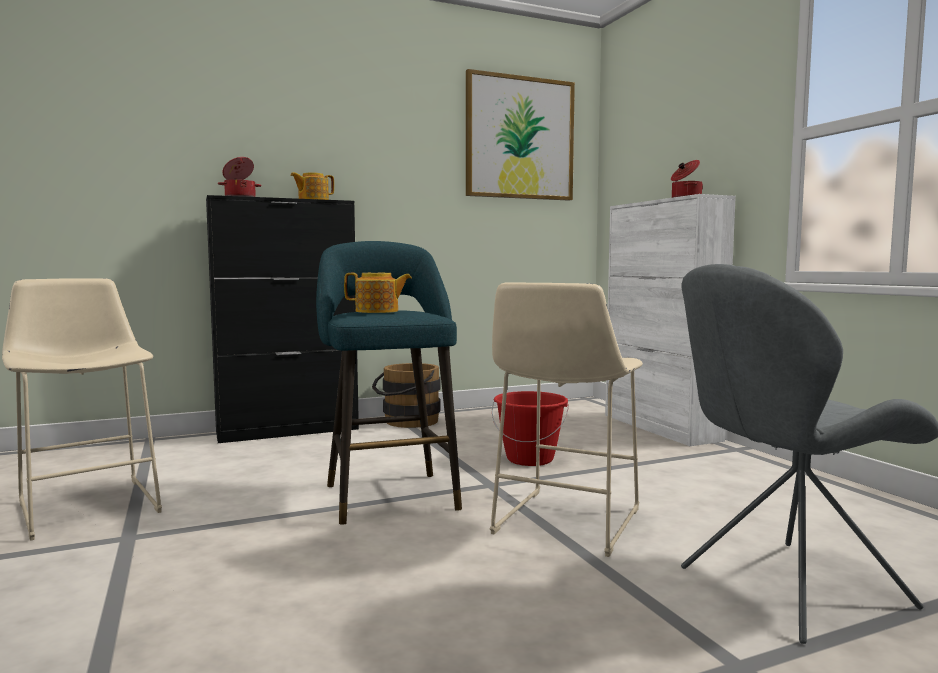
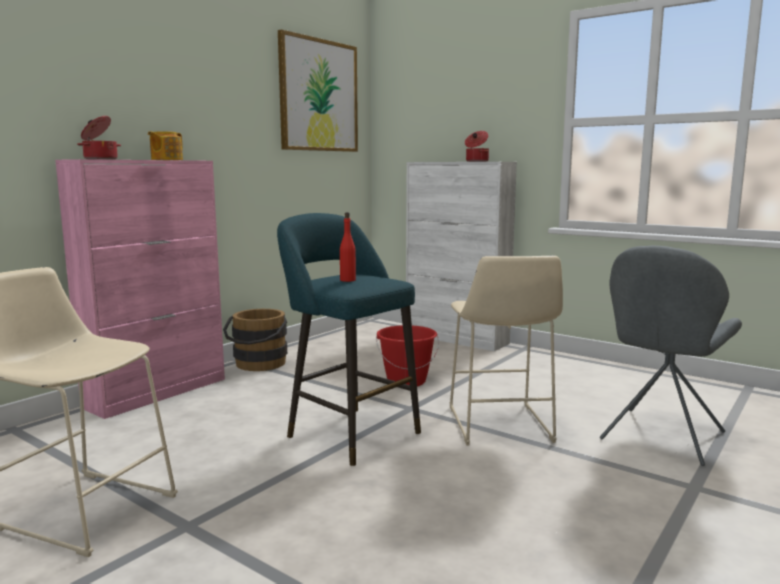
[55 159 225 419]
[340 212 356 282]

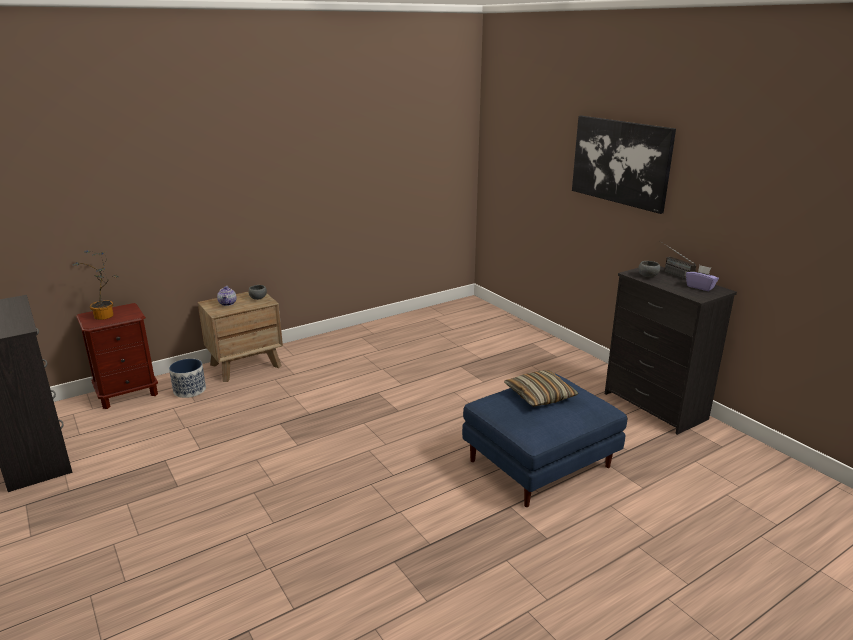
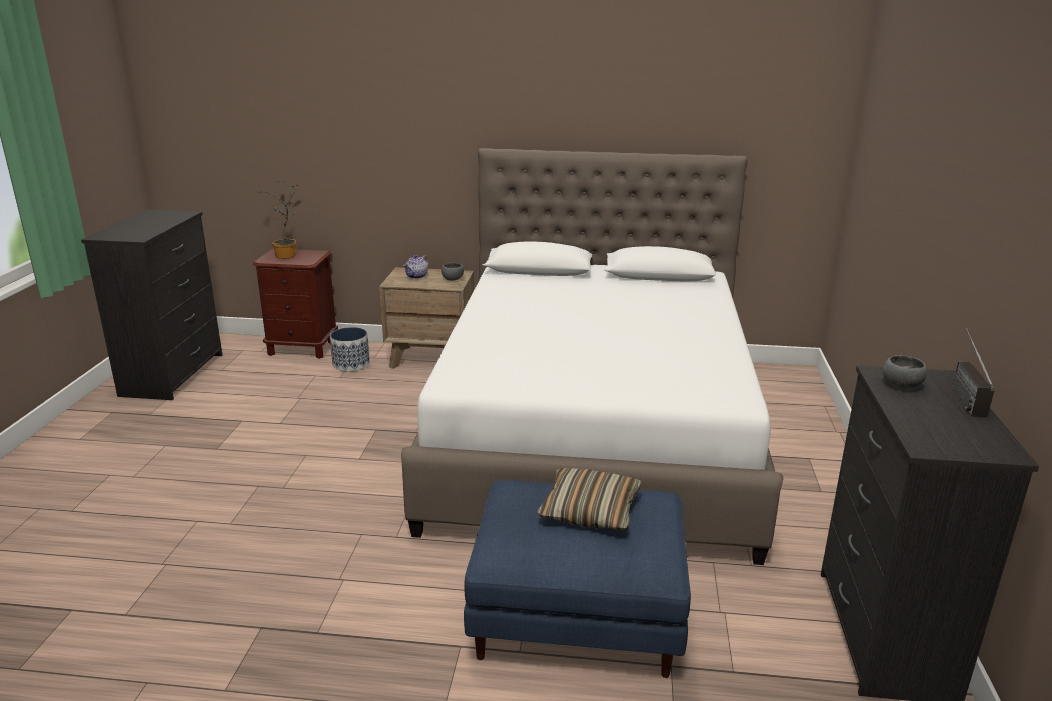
[401 148 783 565]
[572 115 676 214] (first image)
[686 265 719 291] (first image)

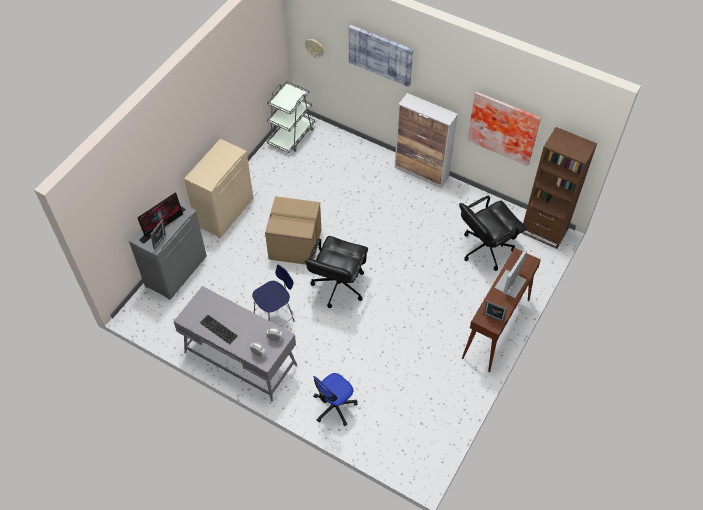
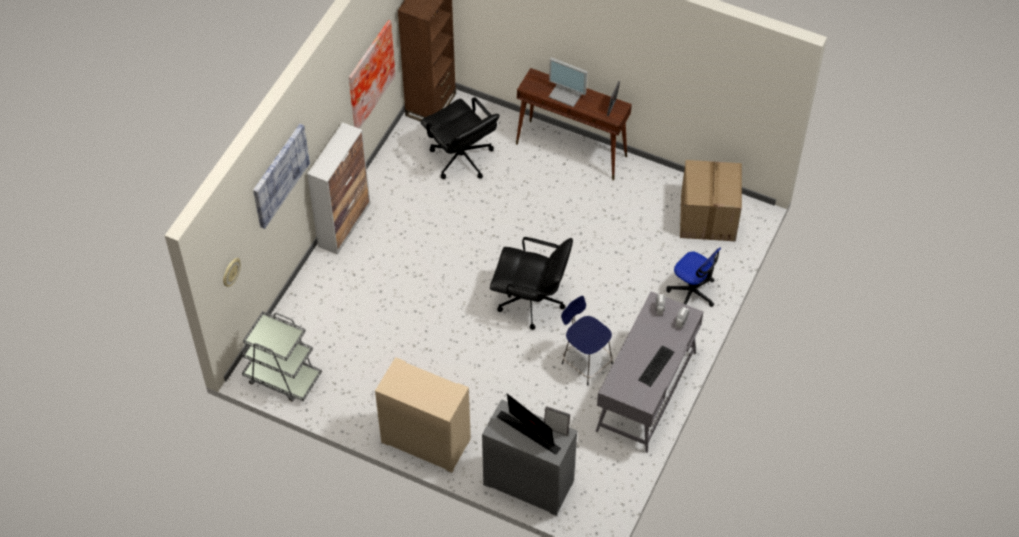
[680 160 742 241]

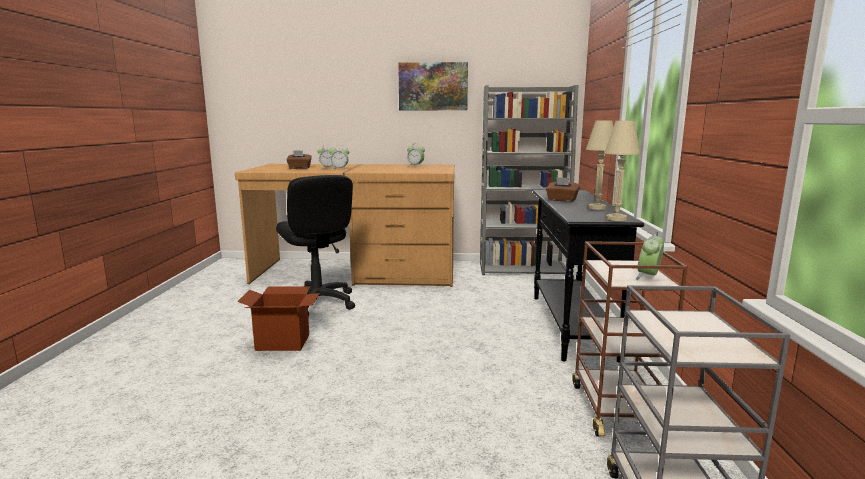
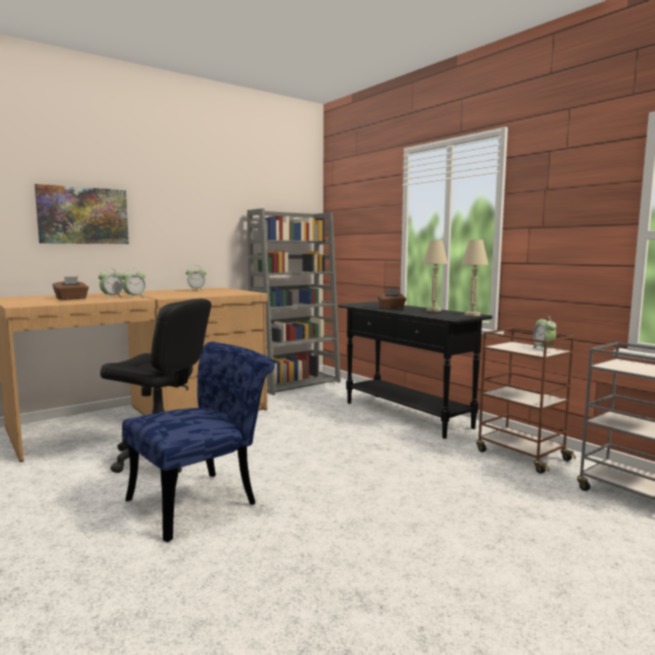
[35 184 129 244]
[122 342 275 542]

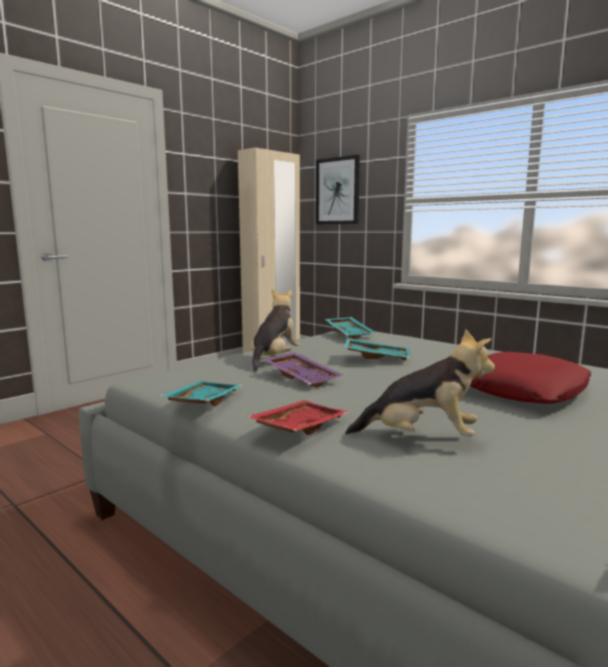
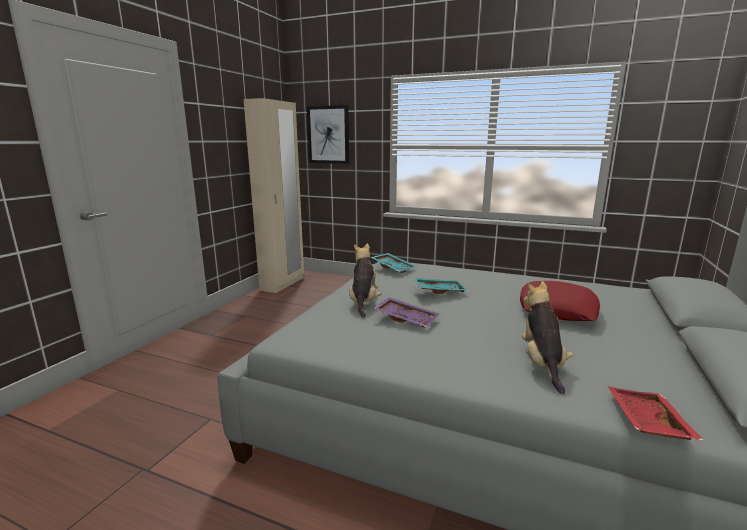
[522 281 573 394]
[608 386 703 440]
[159 380 243 406] (first image)

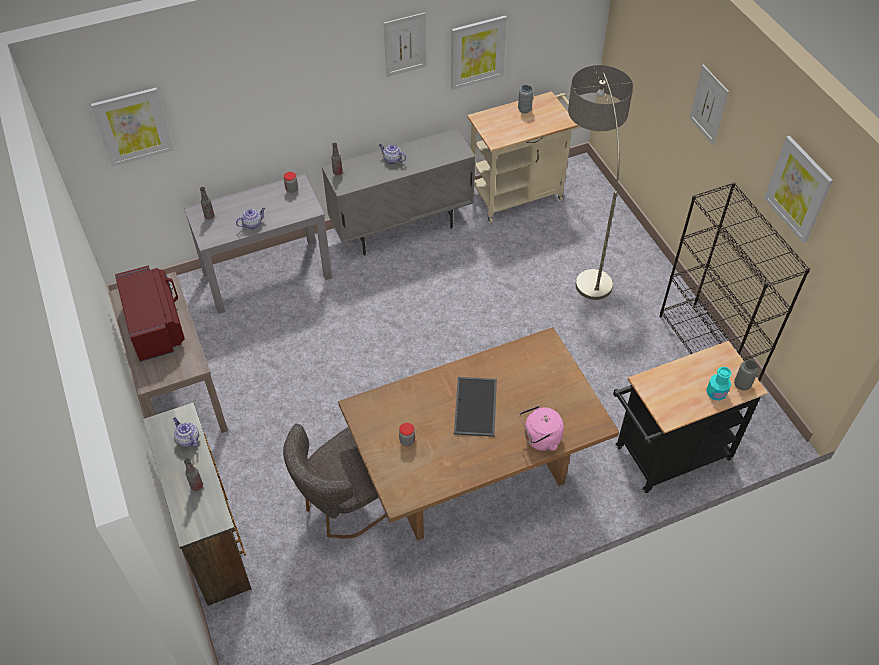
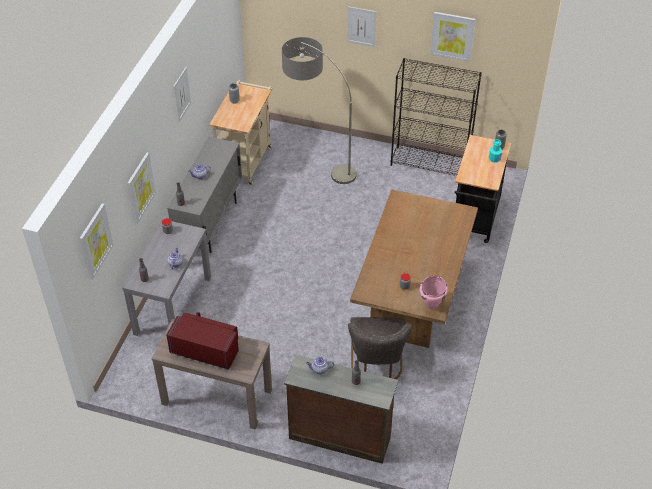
[128 153 156 224]
[419 276 448 309]
[454 377 497 437] (first image)
[519 406 564 451] (first image)

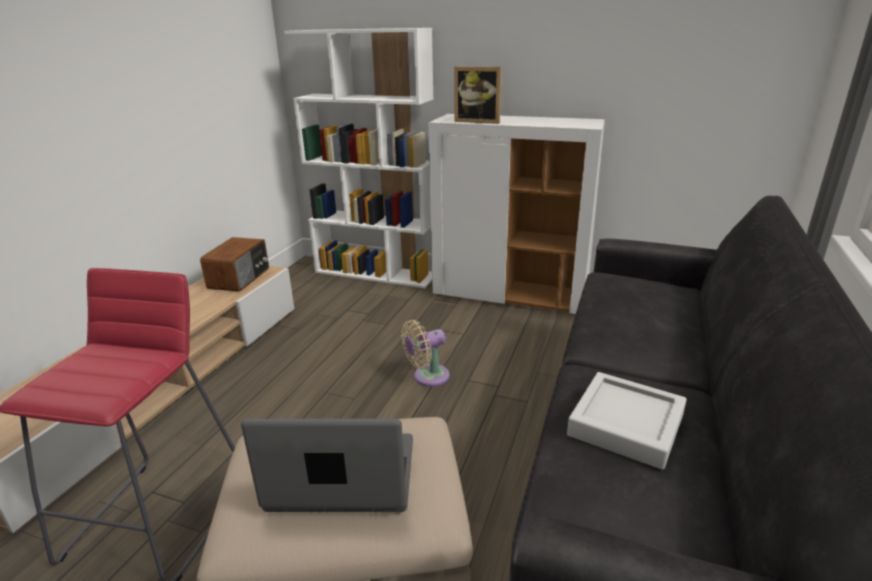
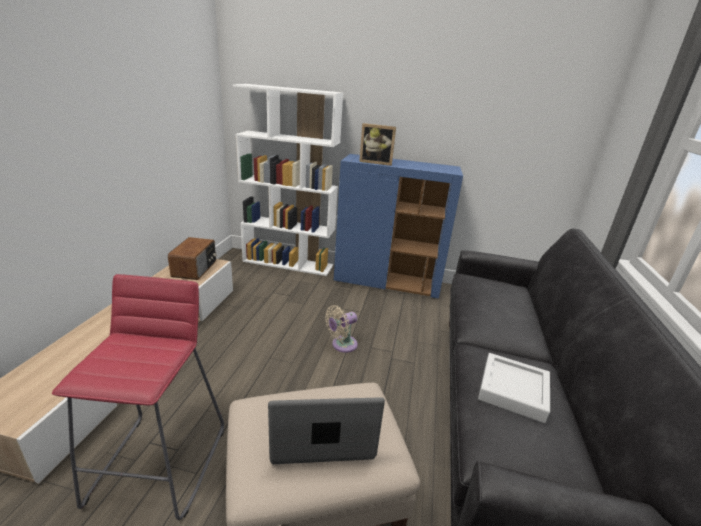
[334 154 463 299]

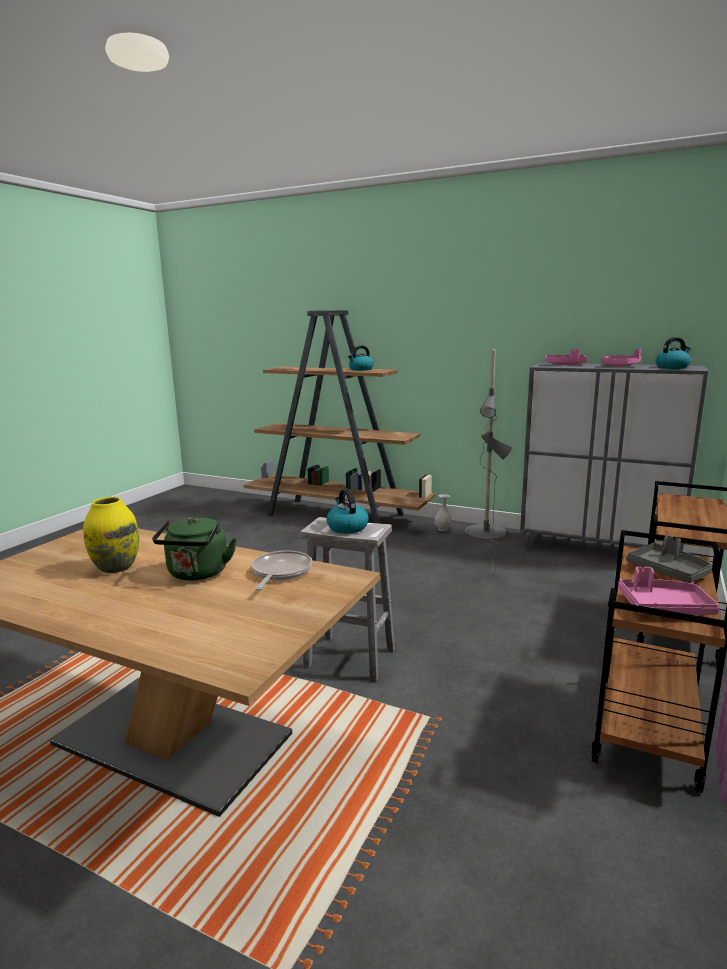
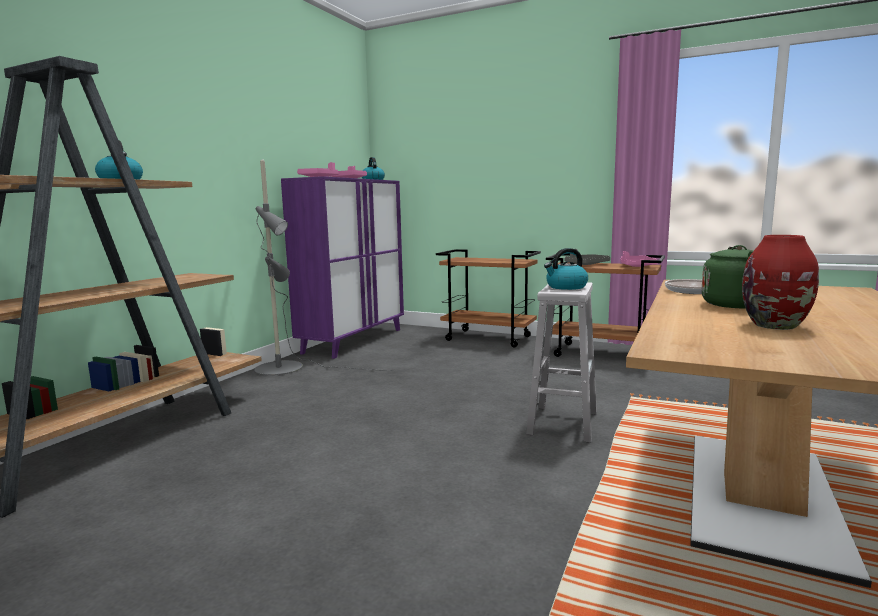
[281 176 404 359]
[742 235 819 330]
[434 494 453 531] (first image)

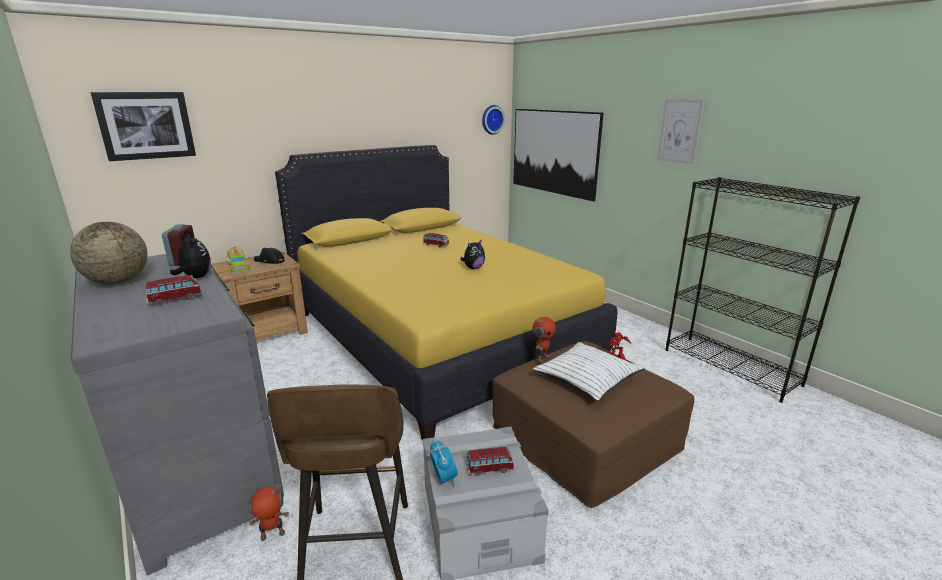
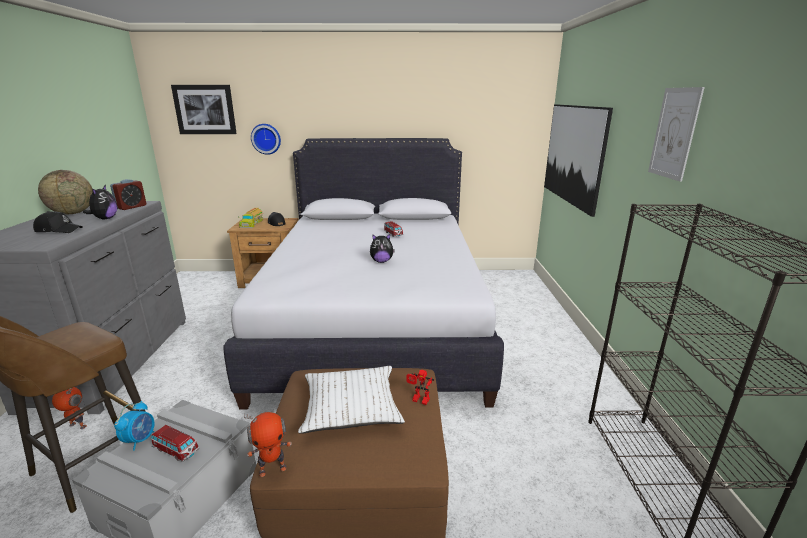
[33 211 83 233]
[223 138 504 409]
[244 412 292 477]
[251 124 281 155]

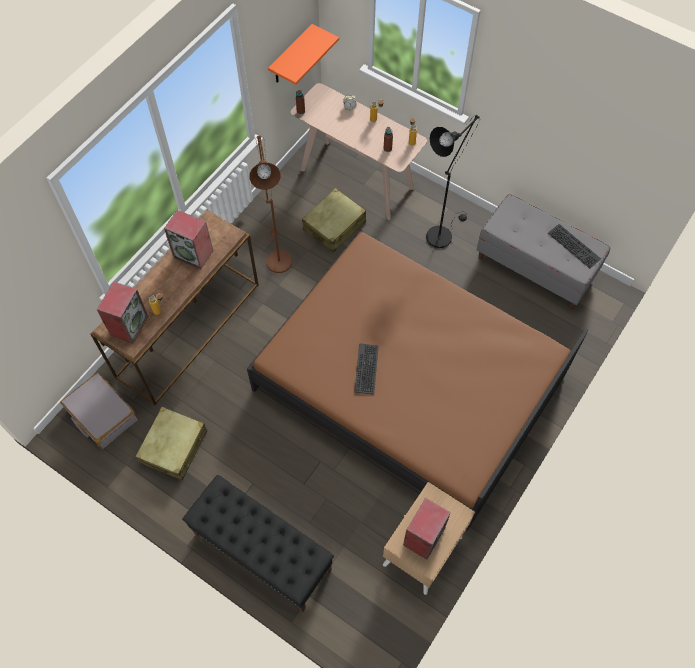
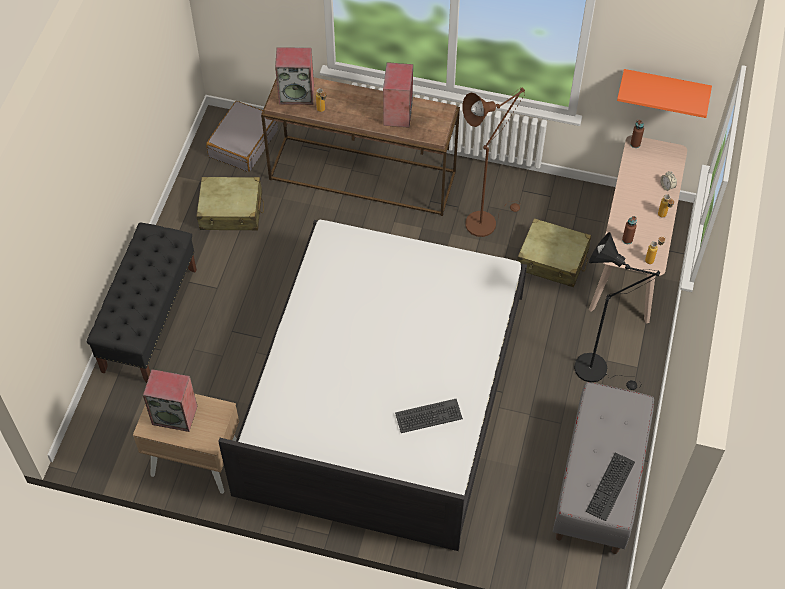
[218 220 527 551]
[395 399 463 433]

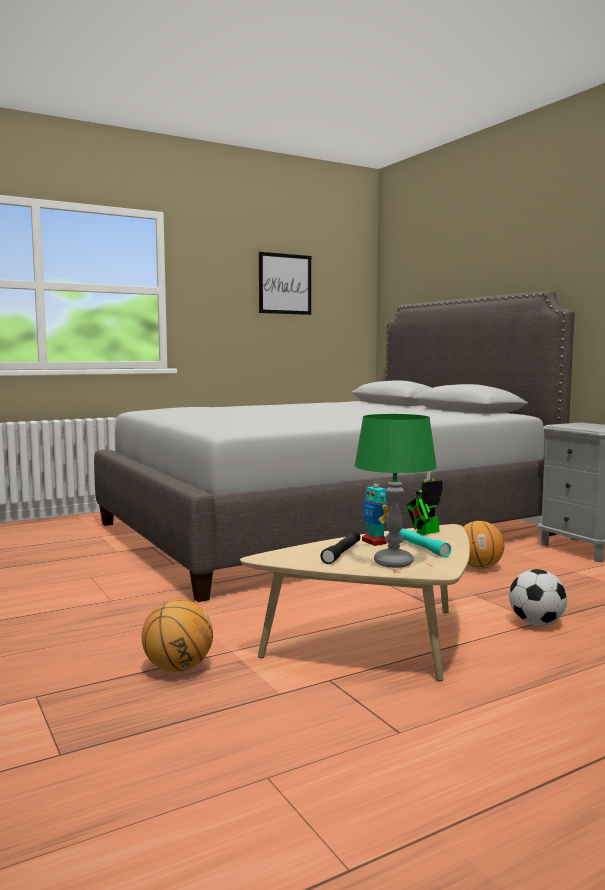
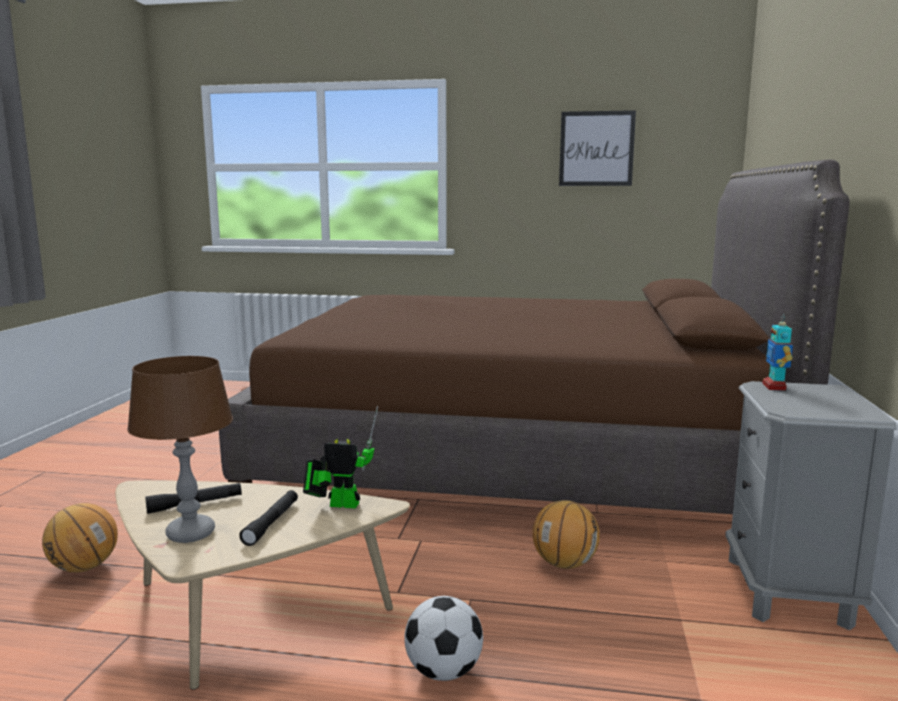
[127 356 233 543]
[219 159 849 514]
[239 490 298 546]
[762 315 793 391]

